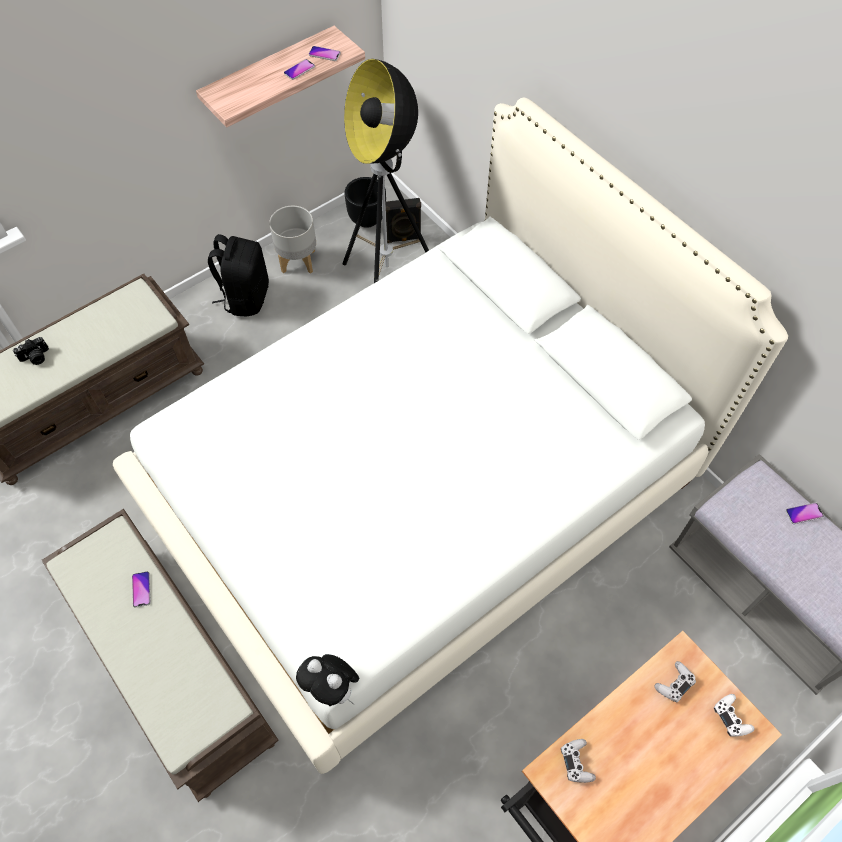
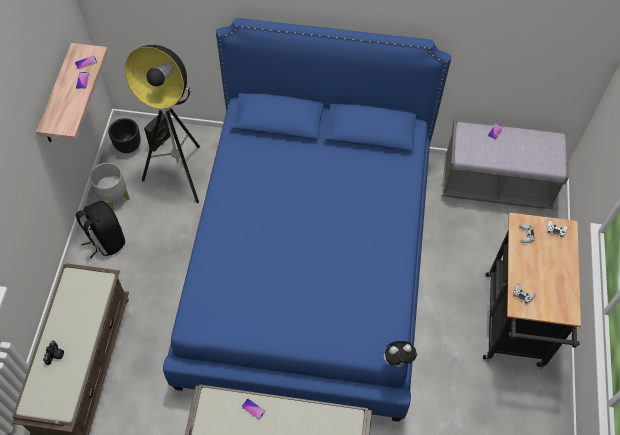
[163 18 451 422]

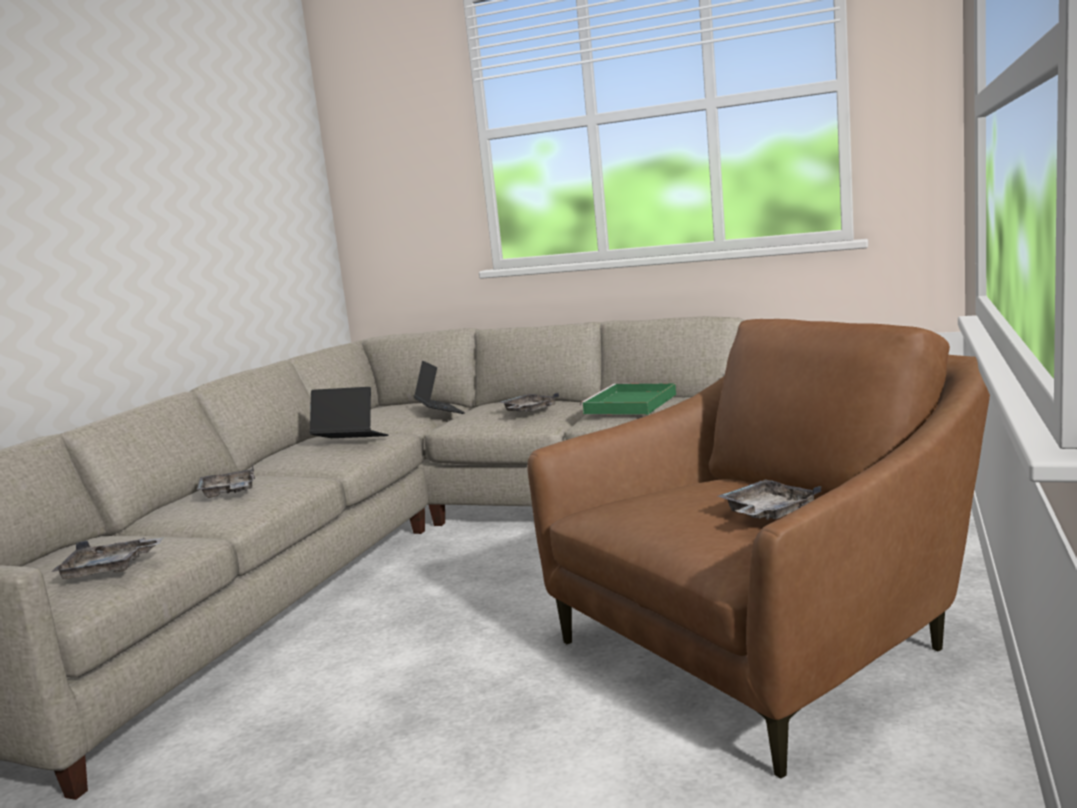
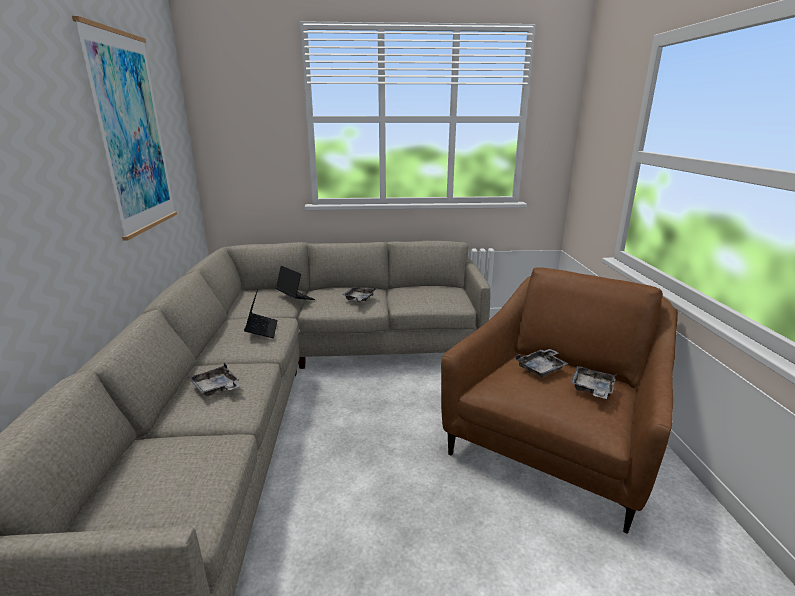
[72 16 177 240]
[244 289 278 338]
[516 349 569 377]
[580 383 676 414] (first image)

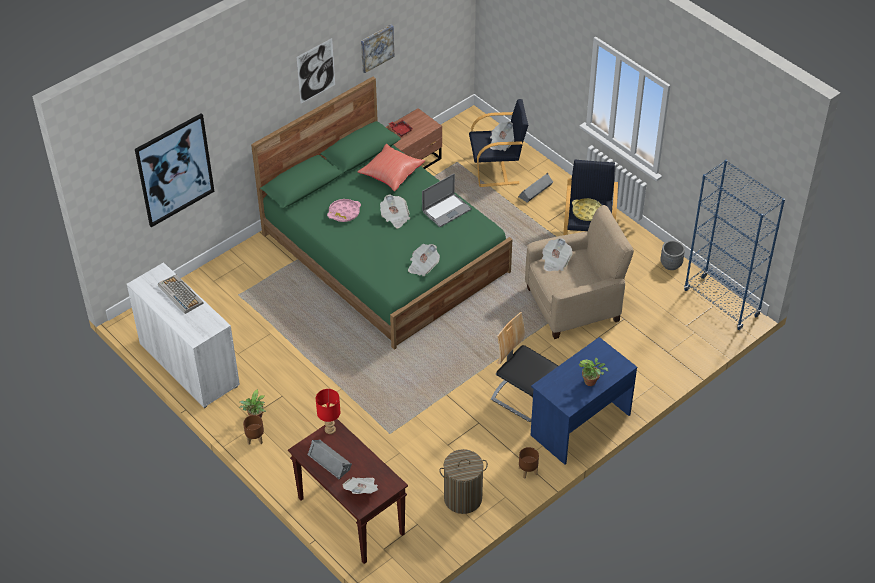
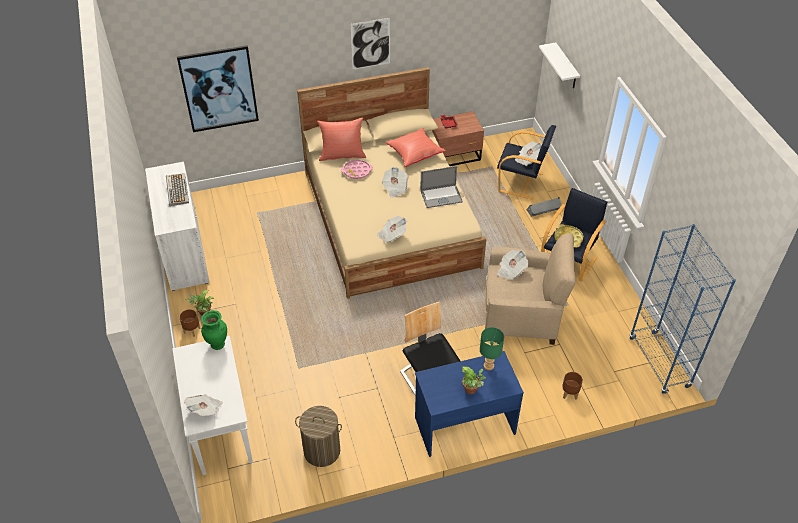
[172 336 253 475]
[201 310 227 350]
[297 67 486 299]
[317 118 366 161]
[480 327 504 370]
[539 43 580 88]
[562 372 583 400]
[307 440 352 479] (first image)
[361 25 394 73] (first image)
[660 240 685 270] (first image)

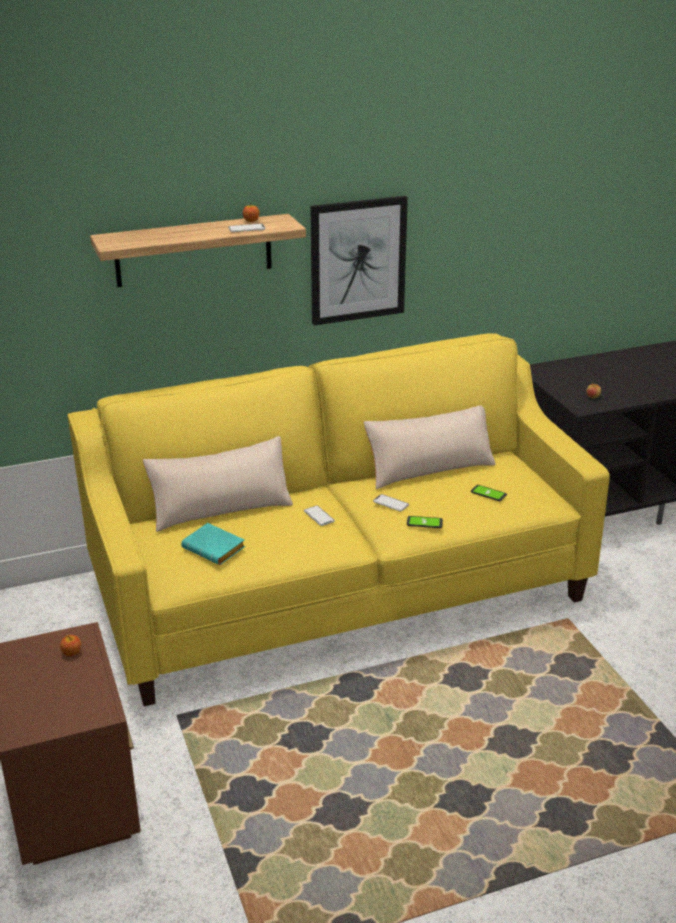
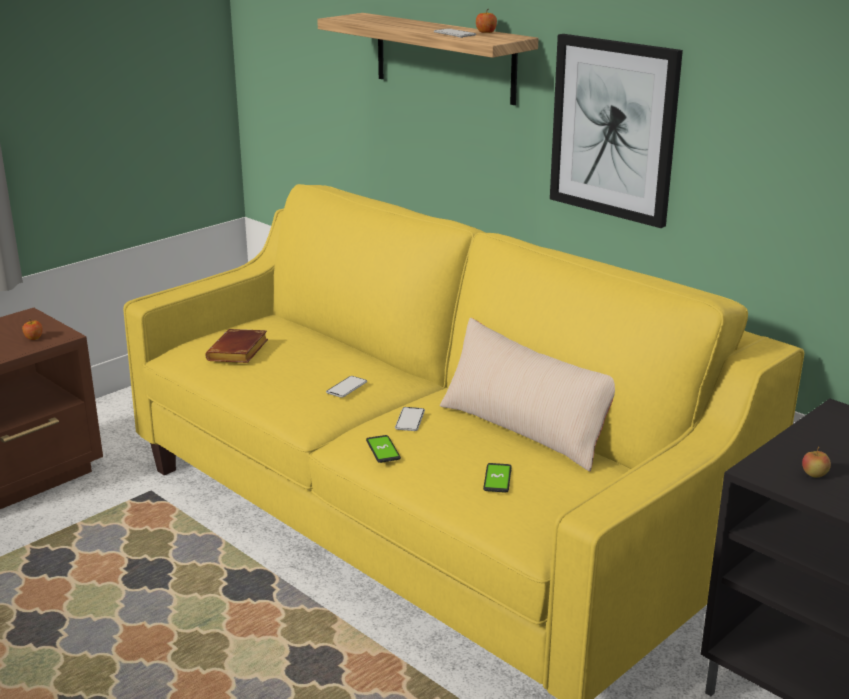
[205 329 268 363]
[143 436 293 532] (first image)

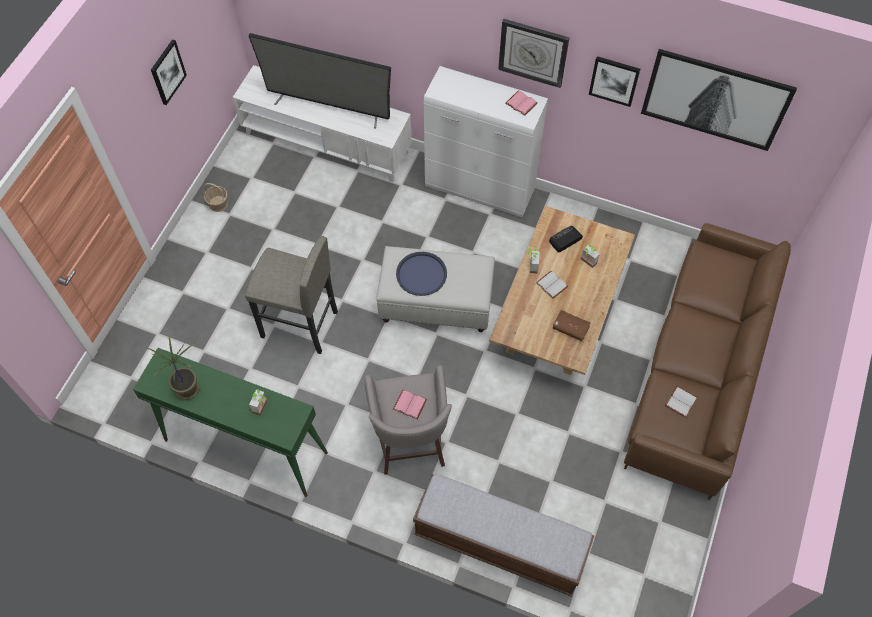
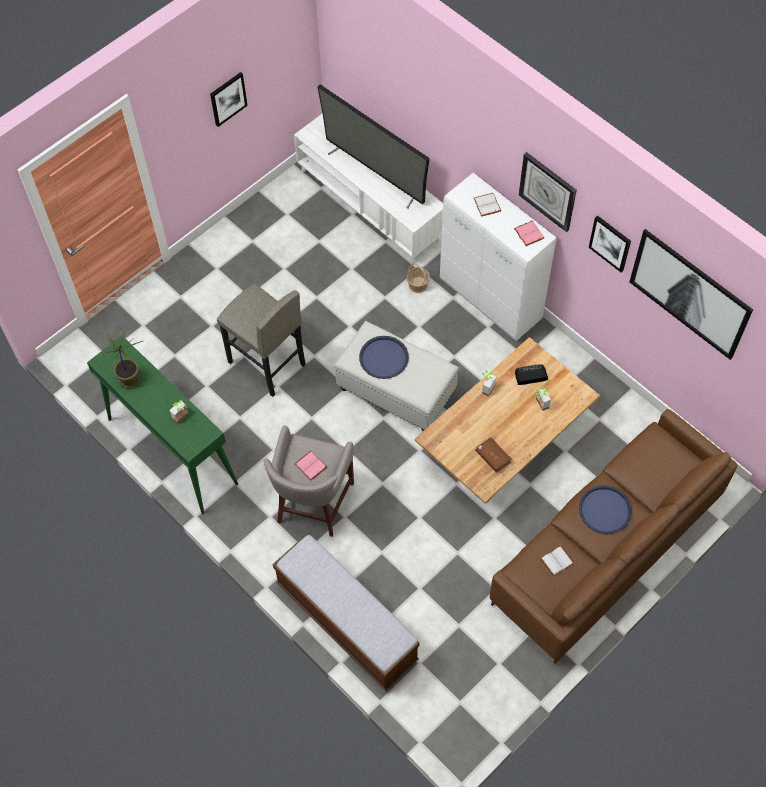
[407 263 430 293]
[473 193 501 217]
[579 485 632 534]

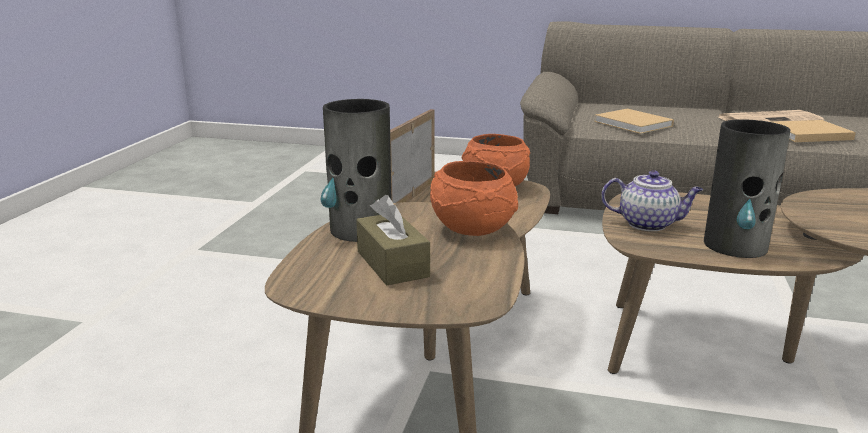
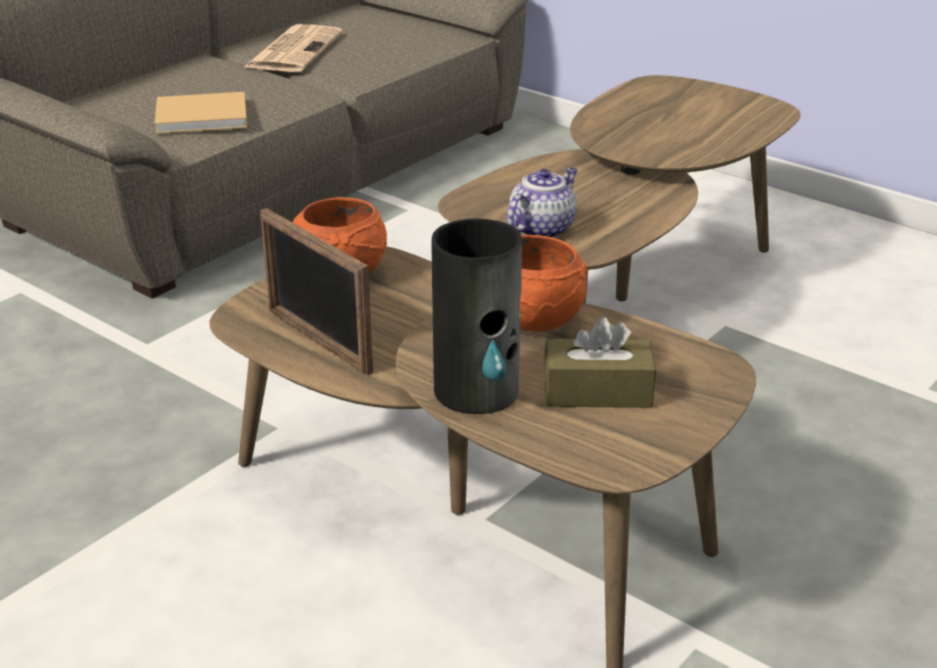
[704 119 790 258] (first image)
[773 120 856 142] (first image)

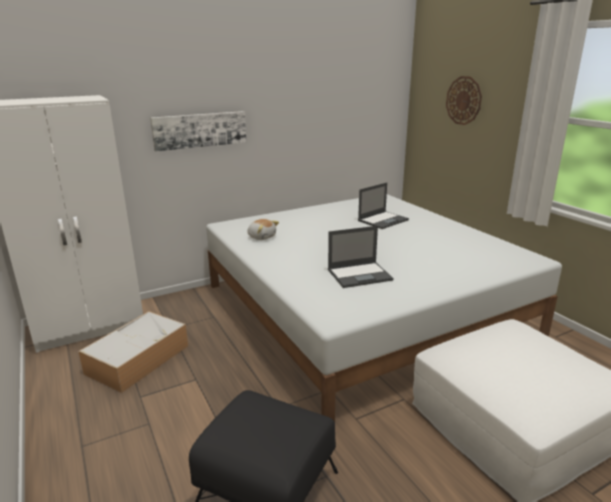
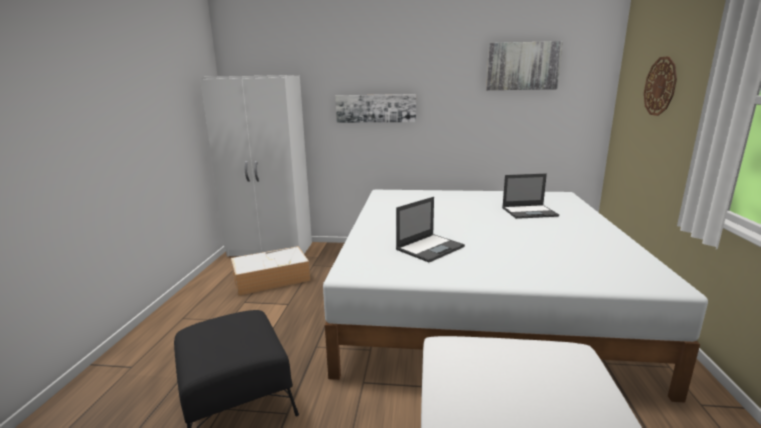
[396 197 465 262]
[486 41 563 90]
[247 219 279 240] (first image)

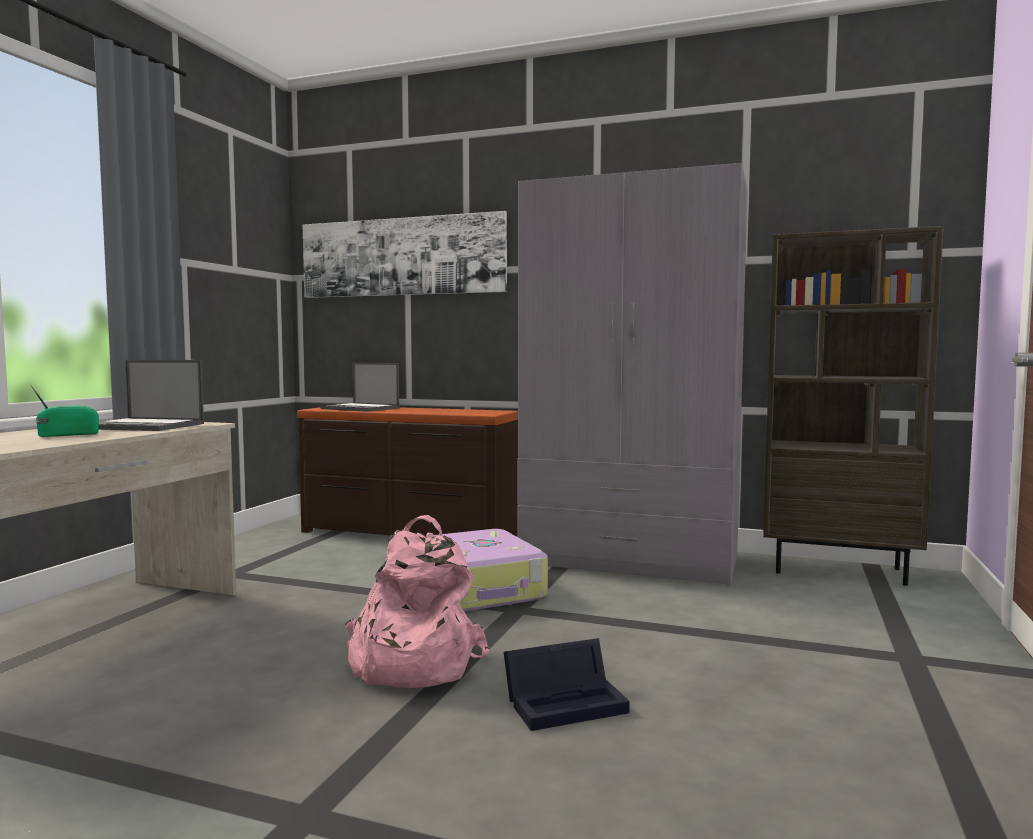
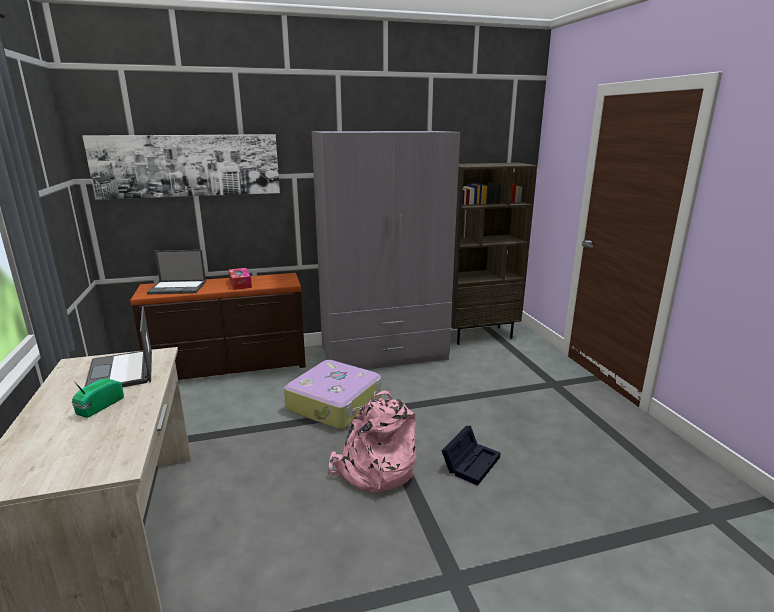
[84 307 152 387]
[228 268 252 290]

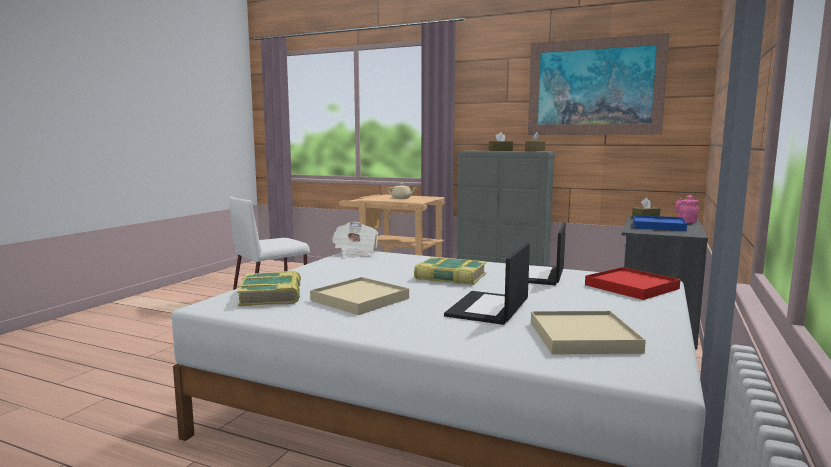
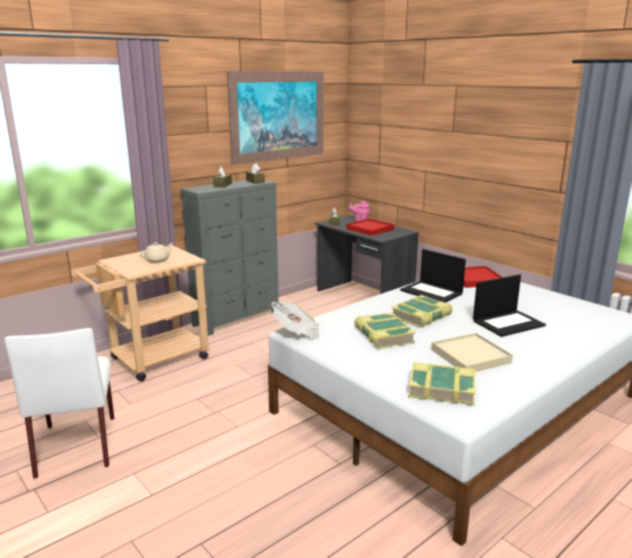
[346 219 394 236]
[354 312 416 349]
[473 274 546 337]
[531 311 646 354] (first image)

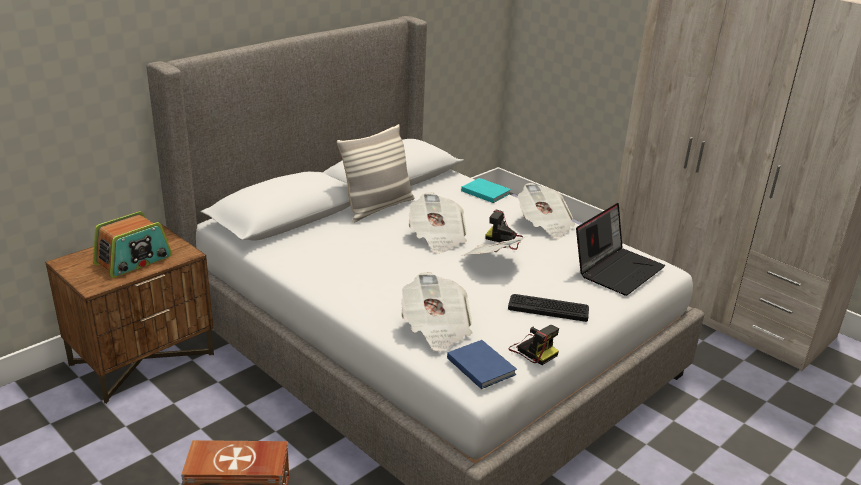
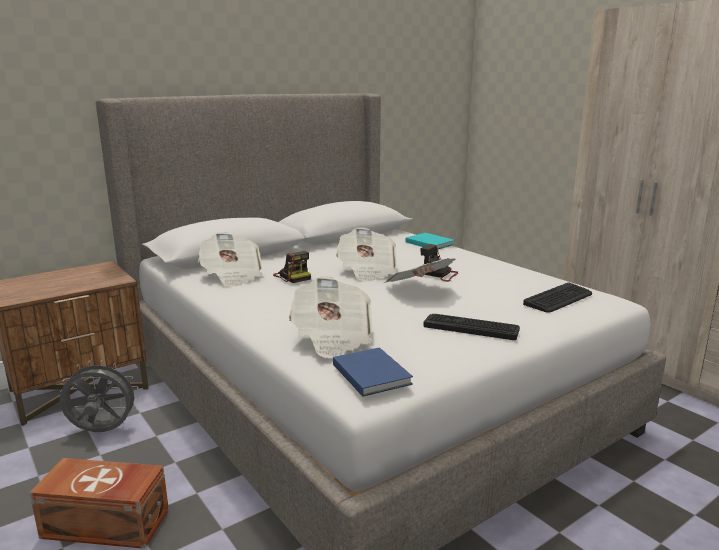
[59 360 140 432]
[198 232 262 287]
[273 251 311 283]
[523 283 592 313]
[93 211 172 278] (first image)
[337 124 415 223] (first image)

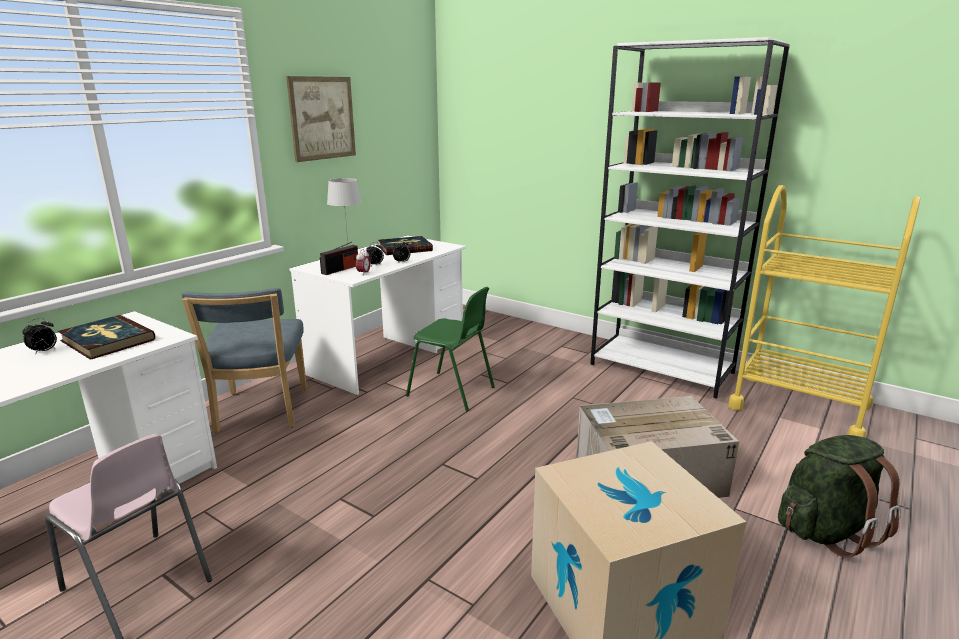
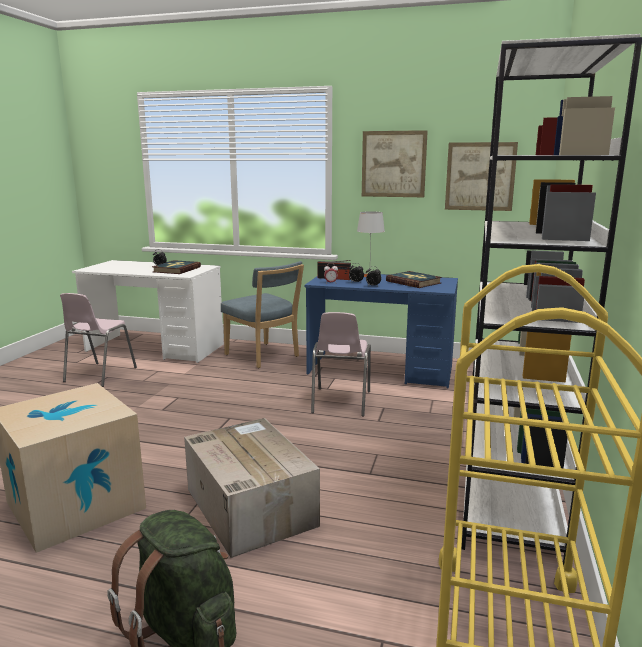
[221 261 304 368]
[305 273 458 388]
[311 312 371 416]
[445 142 518 211]

